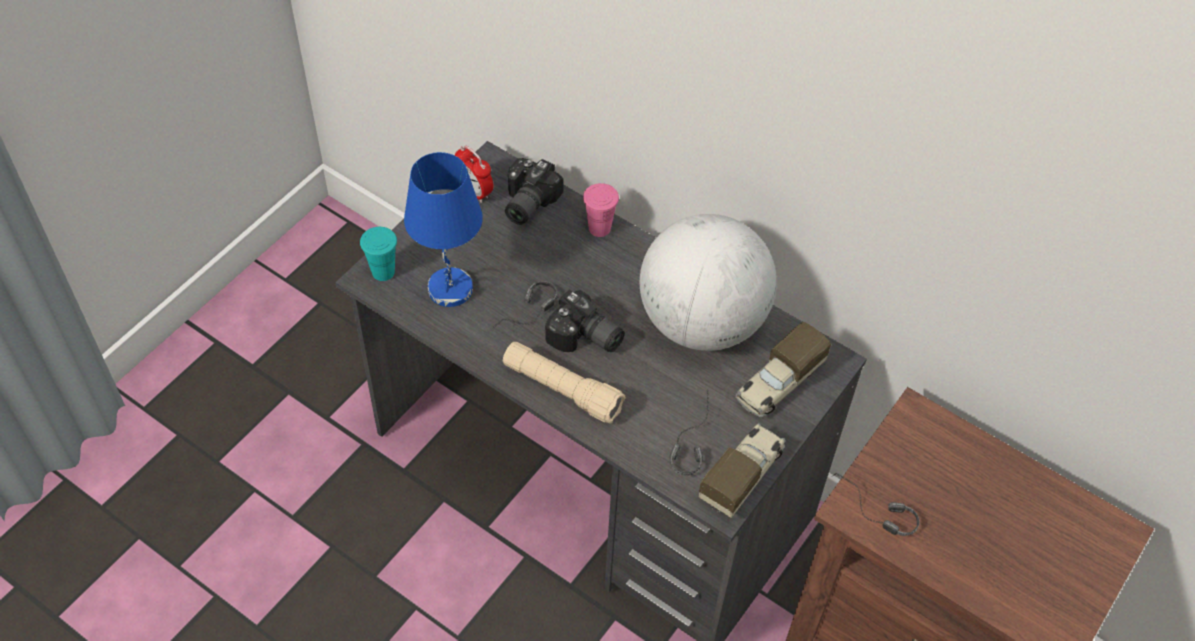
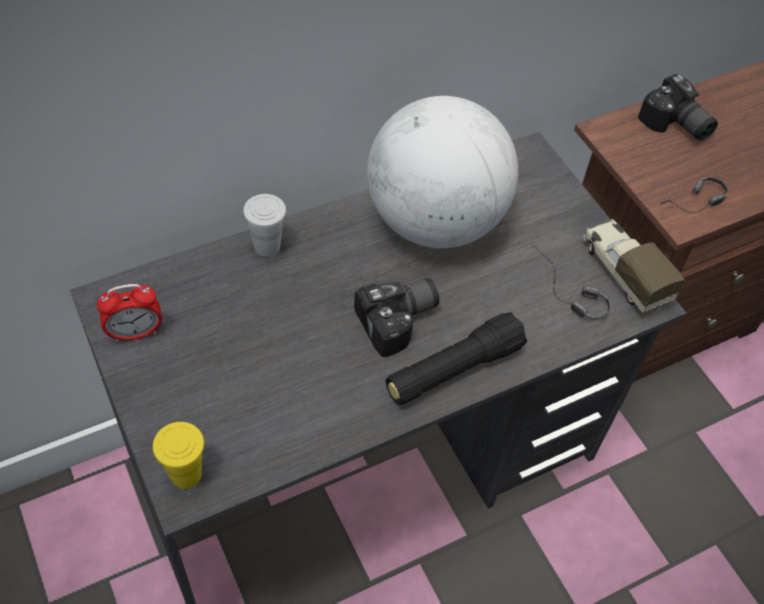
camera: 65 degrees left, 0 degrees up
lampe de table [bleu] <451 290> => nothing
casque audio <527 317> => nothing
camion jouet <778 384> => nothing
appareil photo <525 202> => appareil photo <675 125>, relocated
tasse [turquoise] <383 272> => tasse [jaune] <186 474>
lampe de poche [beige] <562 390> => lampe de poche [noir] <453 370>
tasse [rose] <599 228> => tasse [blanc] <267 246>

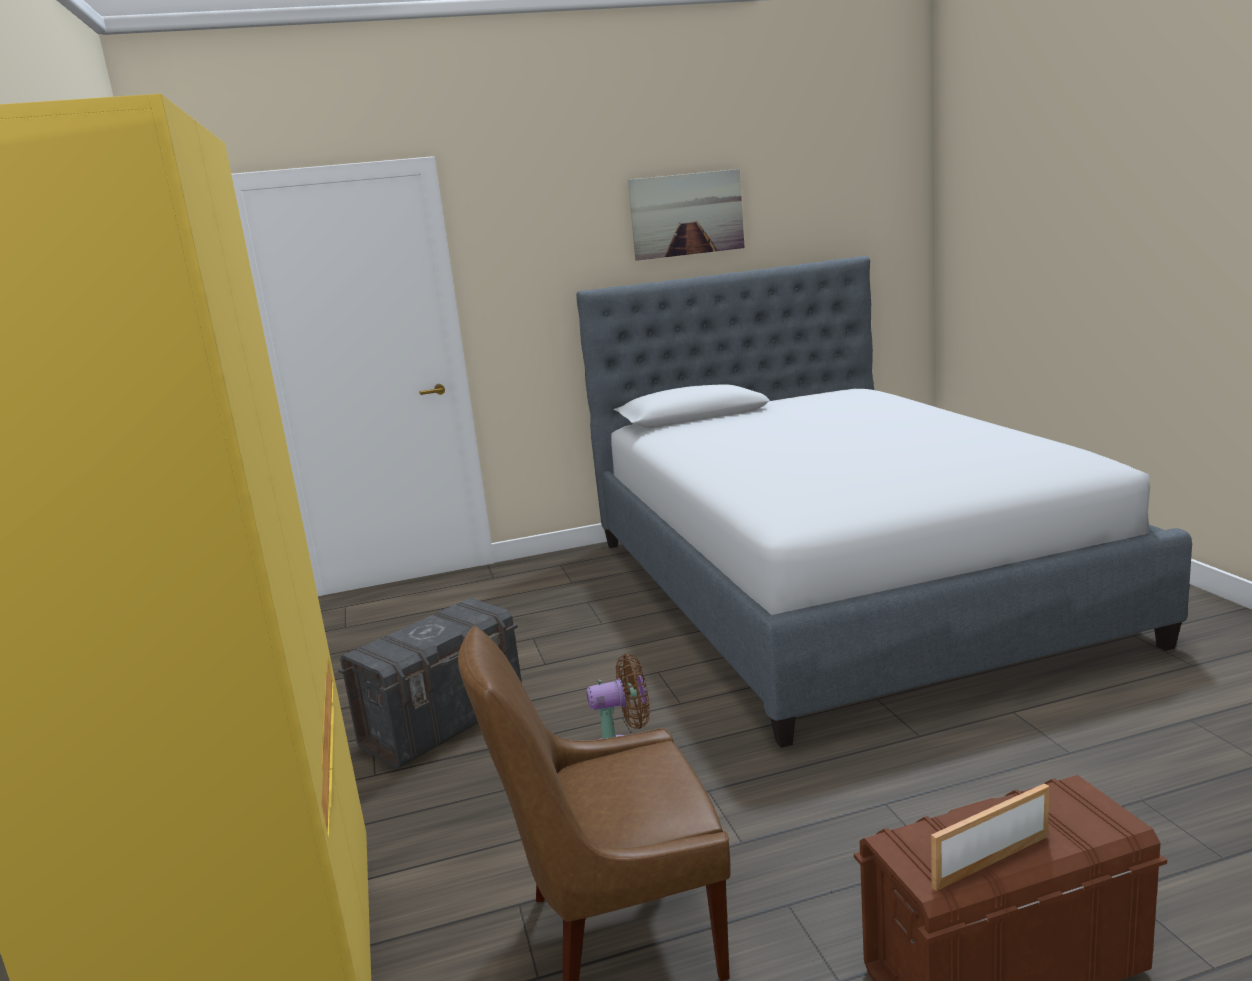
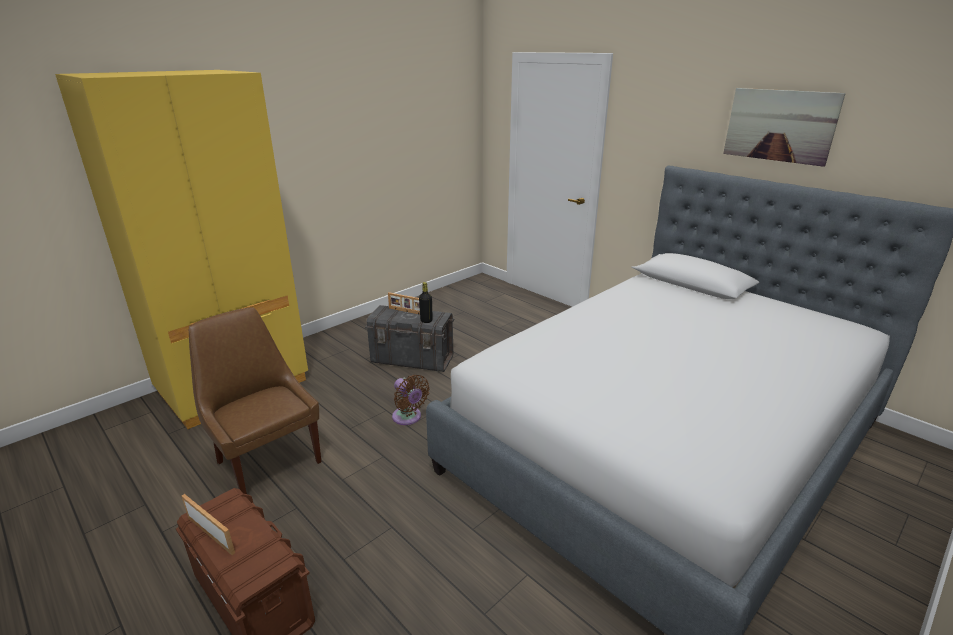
camera: 60 degrees right, 10 degrees up
nothing => cadre photo <407 312>
nothing => bouteille [noir] <426 320>

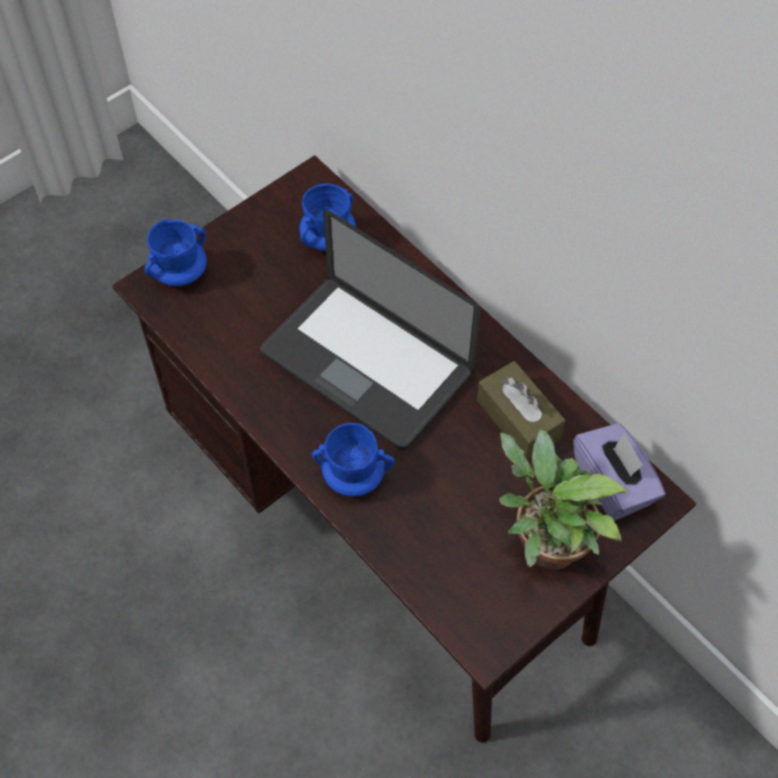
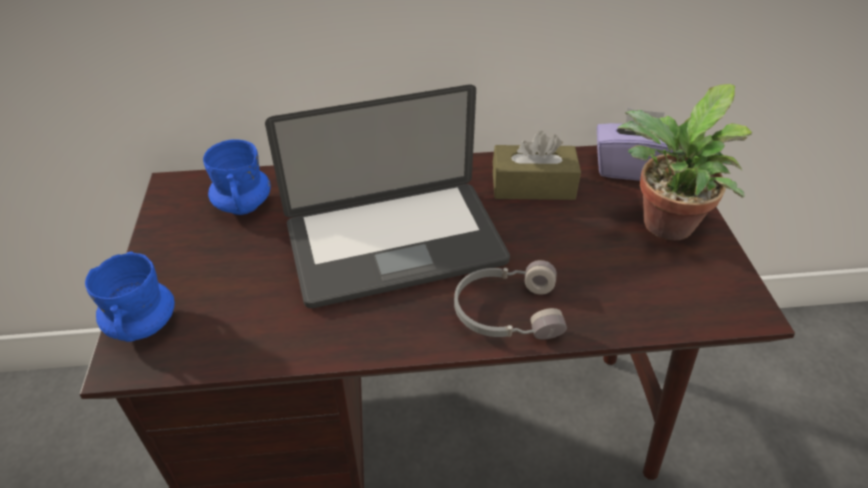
camera: 55 degrees left, 15 degrees down
mug [bleu] <354 476> => casque audio [gris] <506 311>

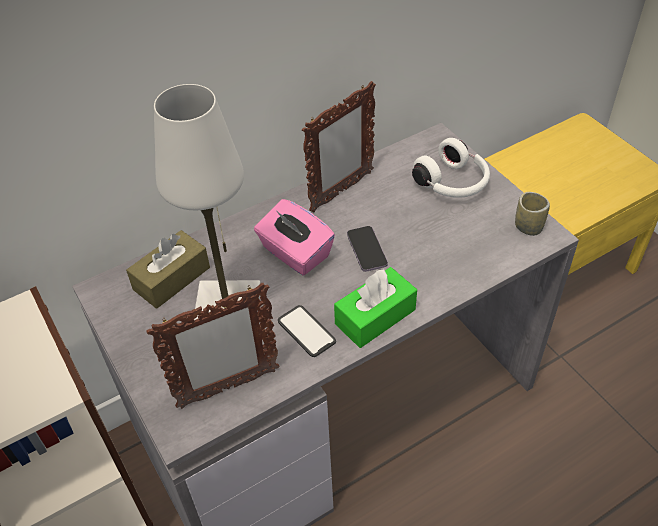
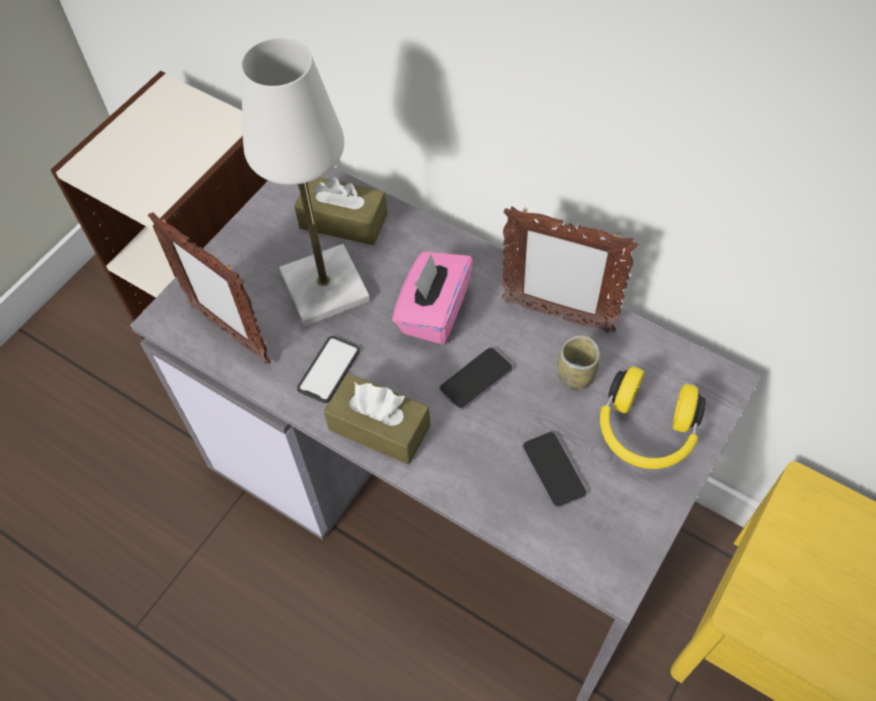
camera: 65 degrees right, 10 degrees up
nothing => téléphone <553 470>
tasse <528 227> => tasse <575 376>, relocated
boîte à mouchoirs [vert] <375 316> => boîte à mouchoirs [marron] <379 427>
casque audio [blanc] <453 183> => casque audio [jaune] <645 432>

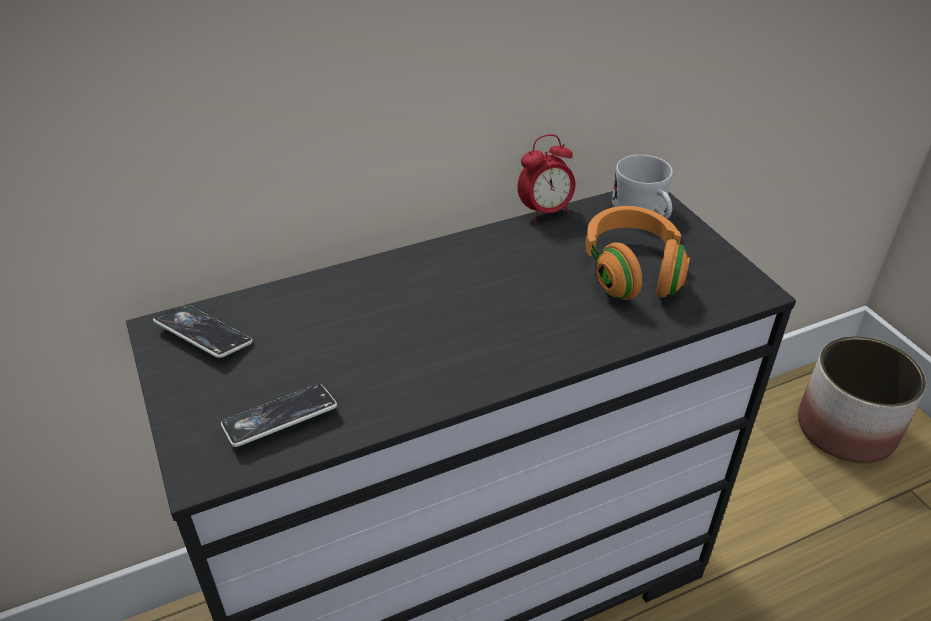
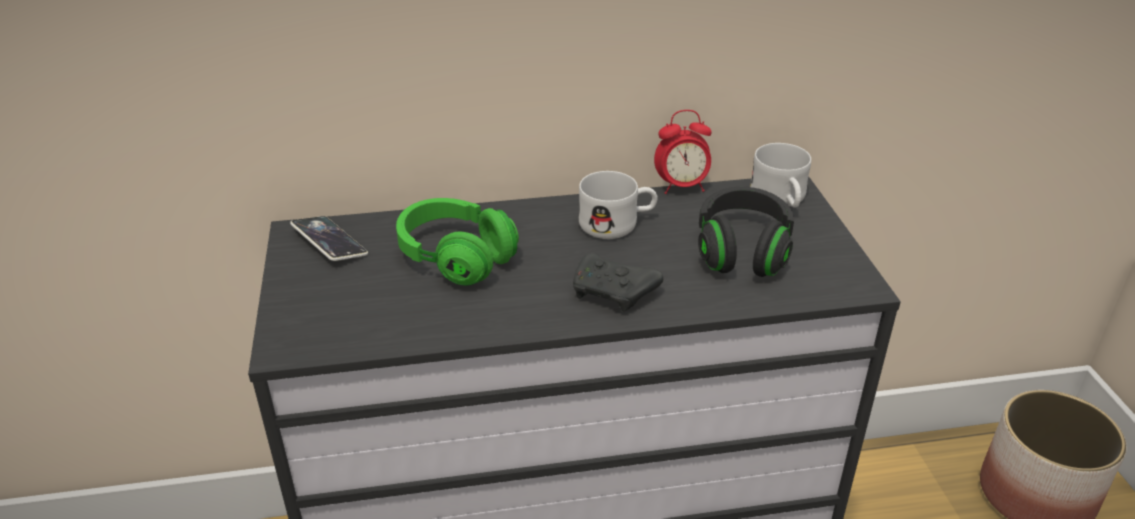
camera: 15 degrees right, 5 degrees down
téléphone <280 419> => nothing
nothing => casque audio [vert] <456 258>
nothing => manette [noir] <614 293>
nothing => mug [blanc] <618 224>
casque audio [orange] <632 271> => casque audio [noir] <743 250>

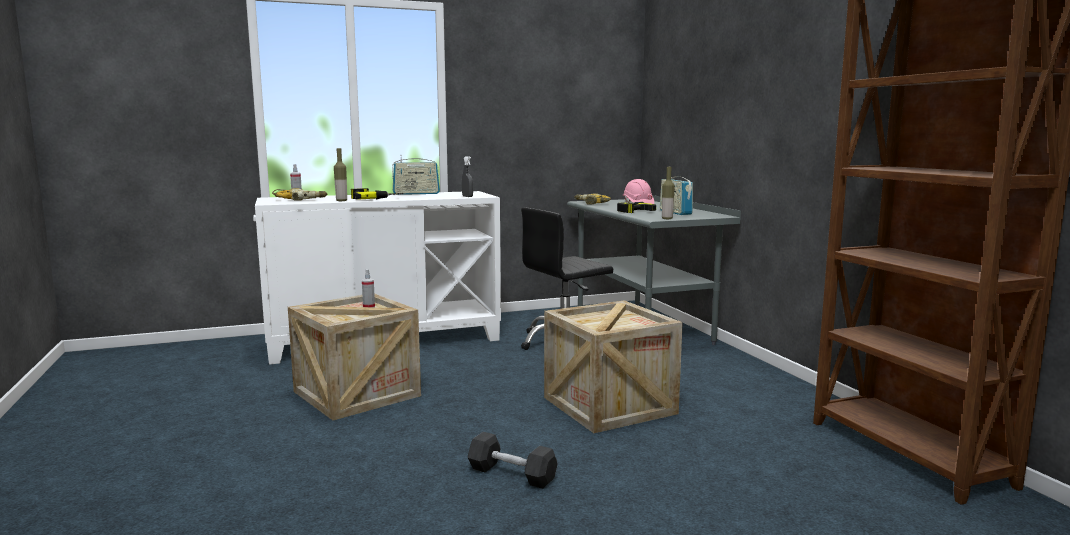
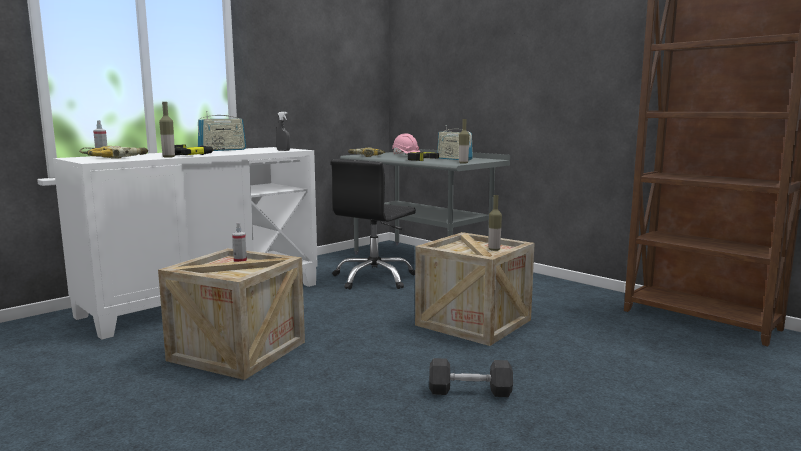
camera: 25 degrees left, 0 degrees up
nothing => bouteille <494 249>

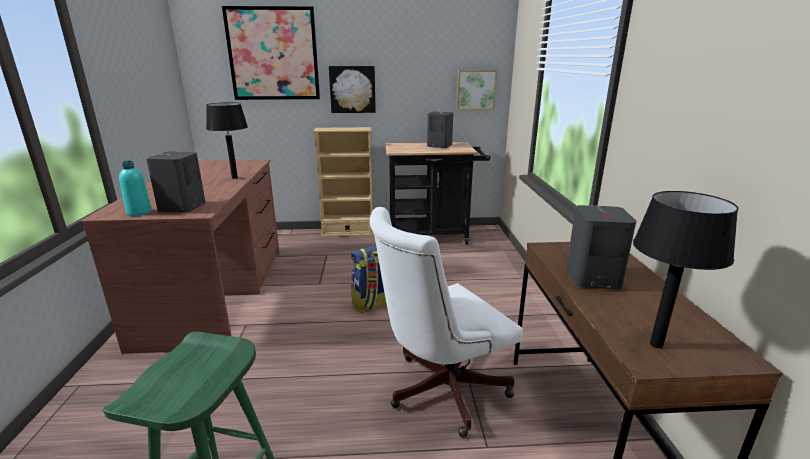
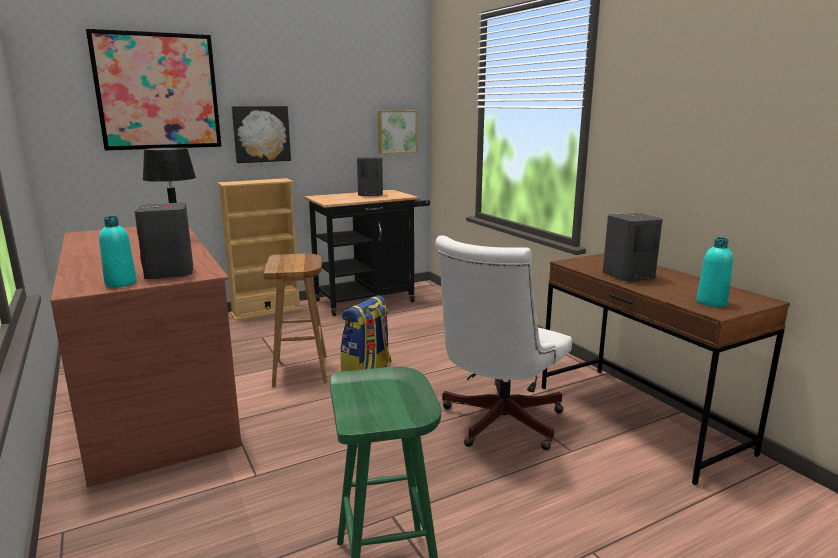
camera: 25 degrees left, 5 degrees down
nothing => tabouret [marron] <301 371>
lampe de table [noir] <655 344> => bouteille [turquoise] <711 302>

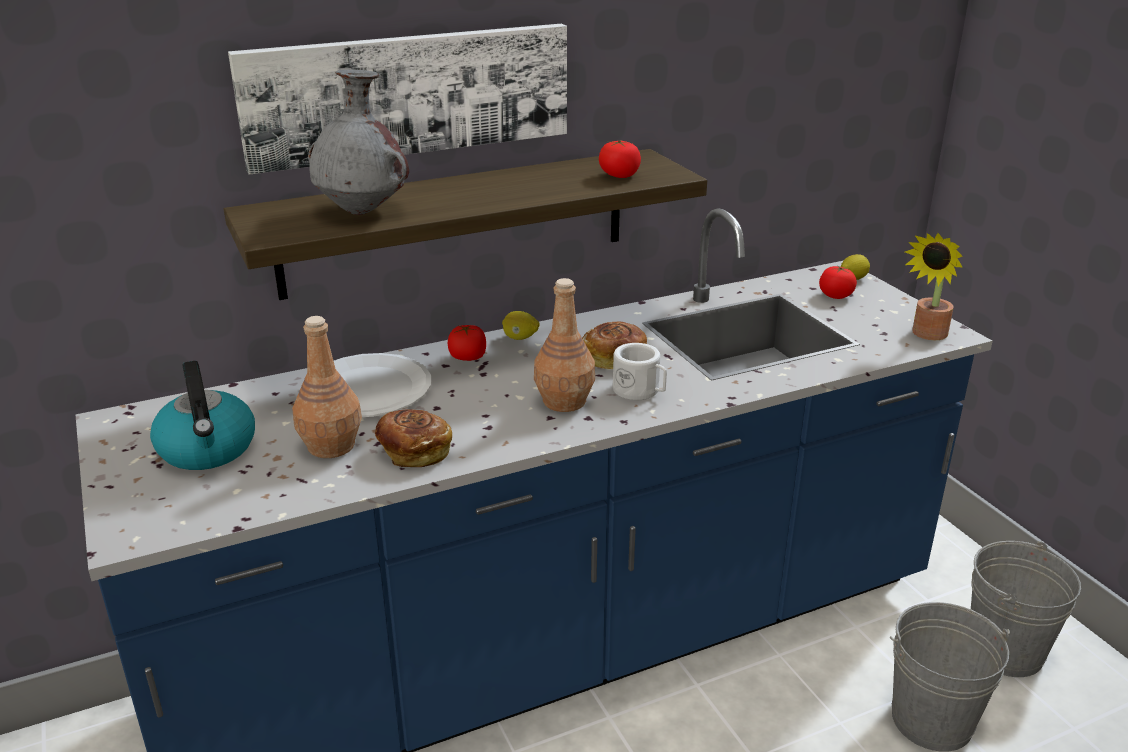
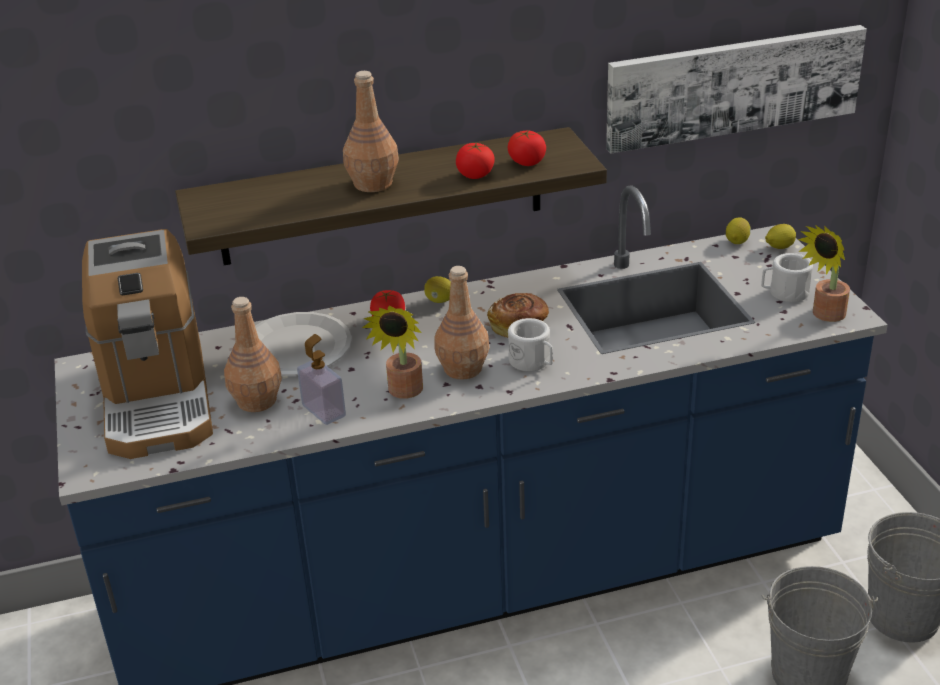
camera: 10 degrees right, 5 degrees up
vase [gris] <363 211> => nothing
nothing => bouteille [marron] <372 183>
nothing => plante en pot <404 393>
nothing => citron <737 241>
nothing => mug [blanc] <784 293>
tableau <408 94> => tableau <733 86>, relocated
tomate <835 295> => tomate <475 175>, relocated
bouilloire <208 450> => machine à café <157 398>
pain <414 452> => distributeur de savon <324 410>

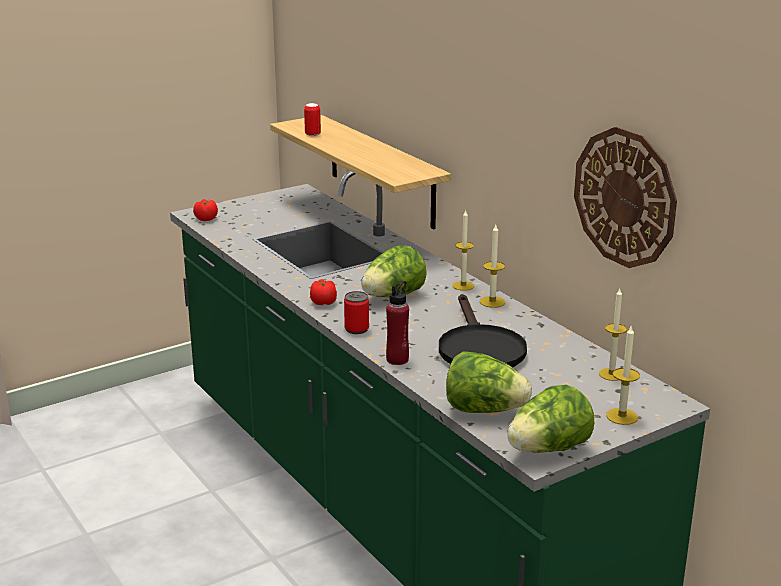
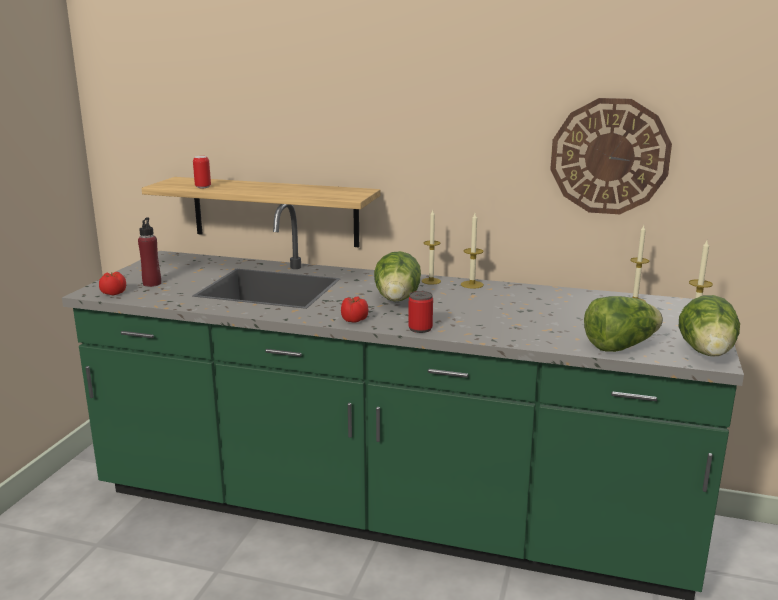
camera: 40 degrees left, 5 degrees down
poêle [noir] <478 348> => nothing
bouteille [rouge] <397 359> => bouteille [rouge] <152 283>, relocated

